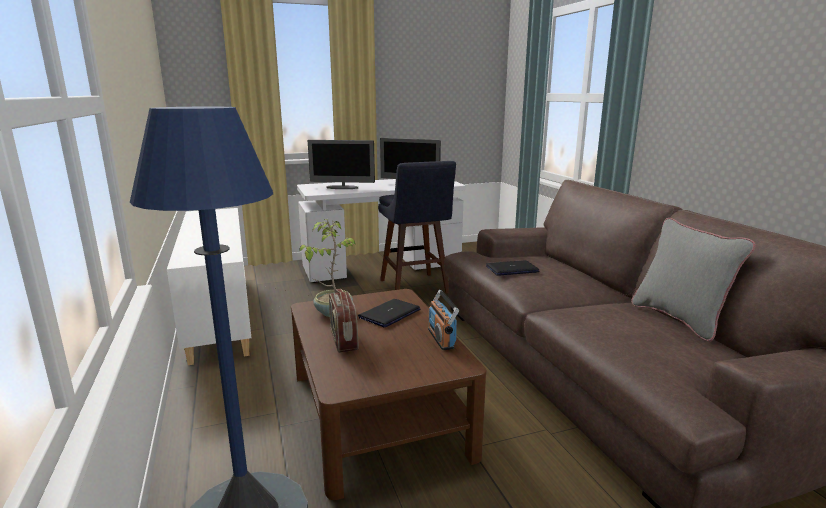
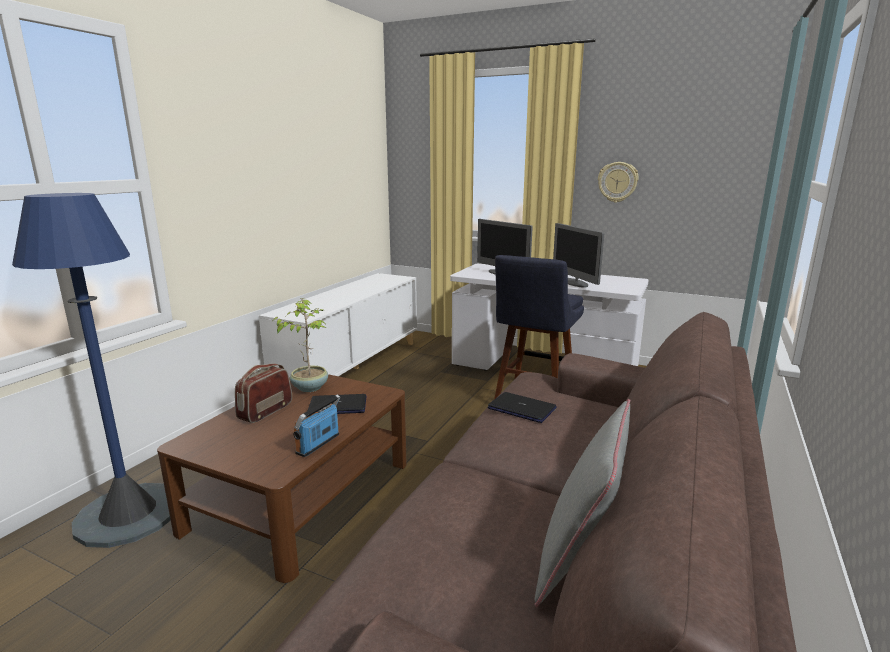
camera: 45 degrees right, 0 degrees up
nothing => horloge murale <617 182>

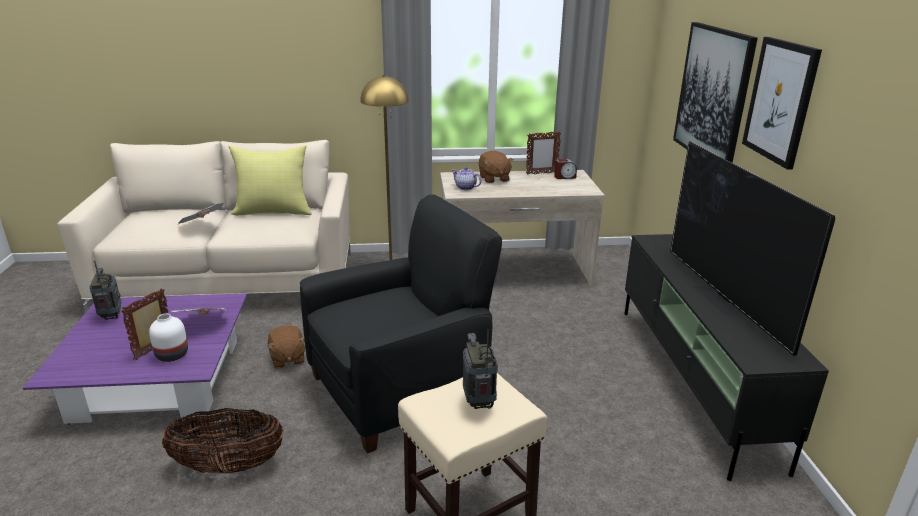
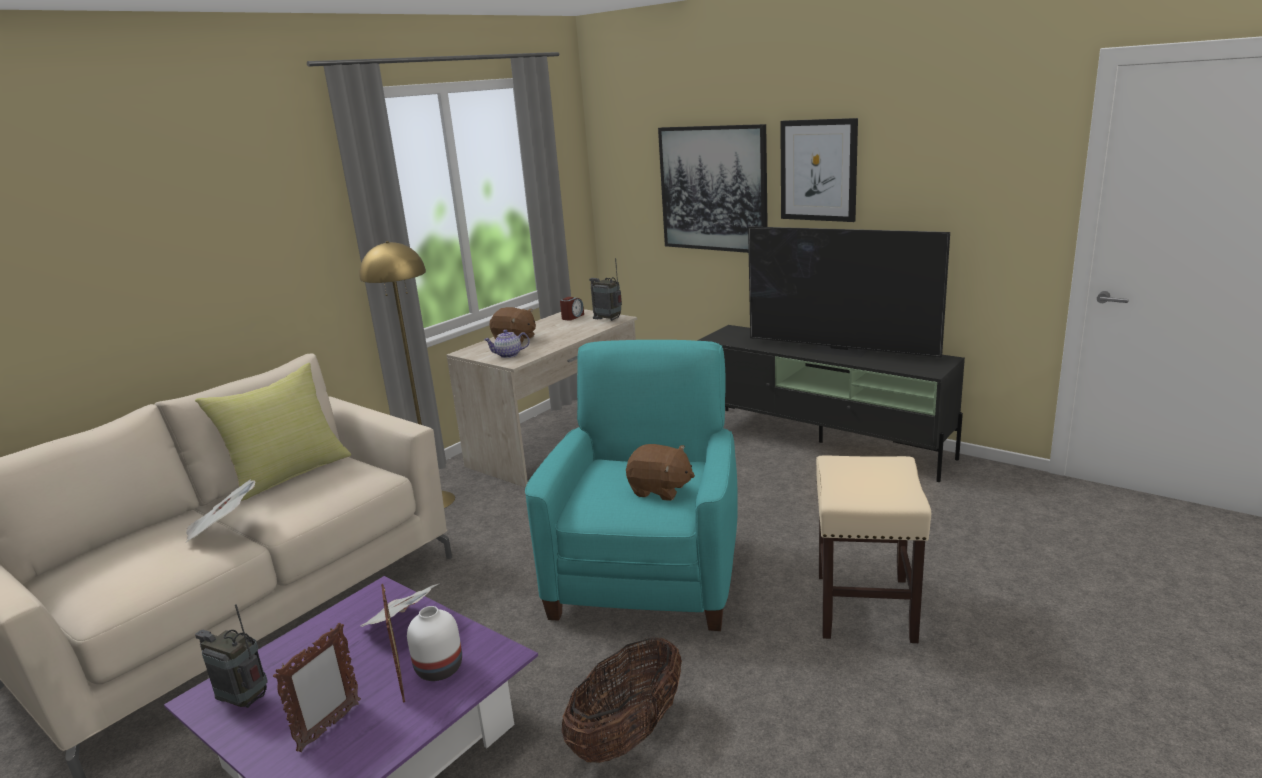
camera: 45 degrees left, 5 degrees down
peluche [marron] <287 358> => peluche [marron] <660 490>, relocated
radio <479 402> => radio <608 319>, relocated
cadre photo <541 173> => cadre photo <329 727>, relocated
fauteuil [noir] <400 389> => fauteuil [turquoise] <647 575>

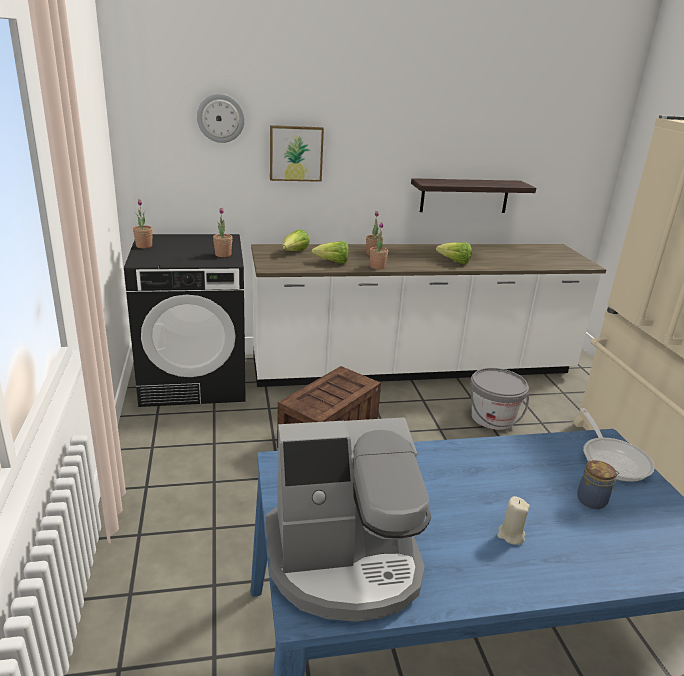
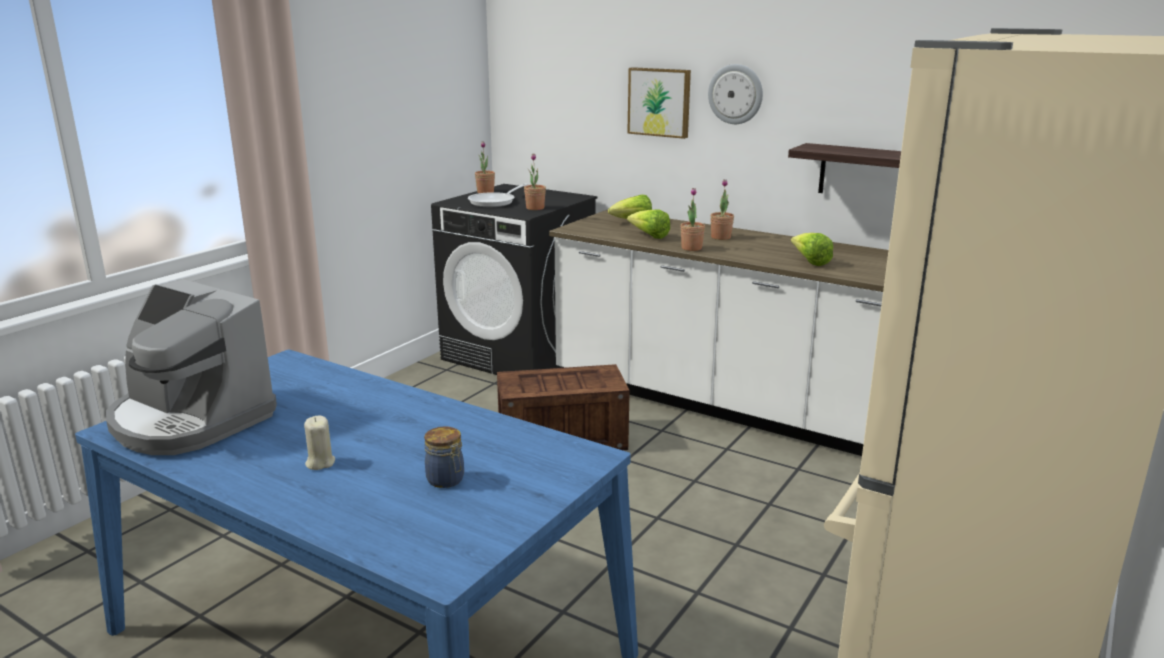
camera: 45 degrees right, 5 degrees down
seau [gris] <492 418> => nothing
horloge murale <220 118> => horloge murale <735 94>, relocated
poêle <613 459> => poêle <495 202>, relocated

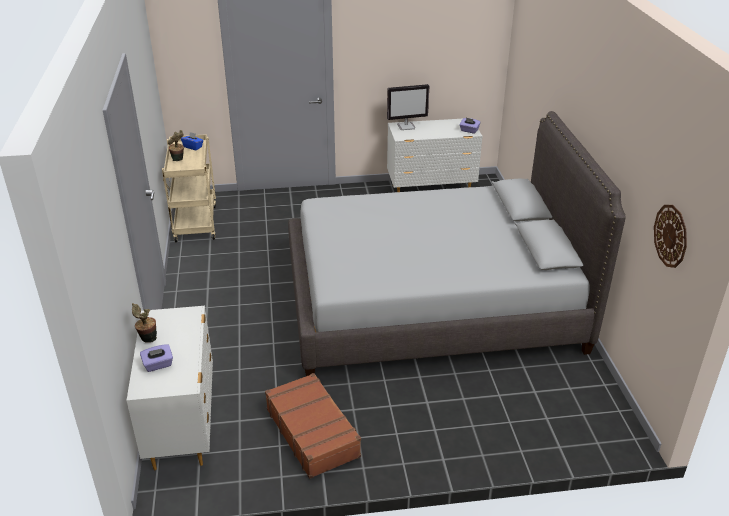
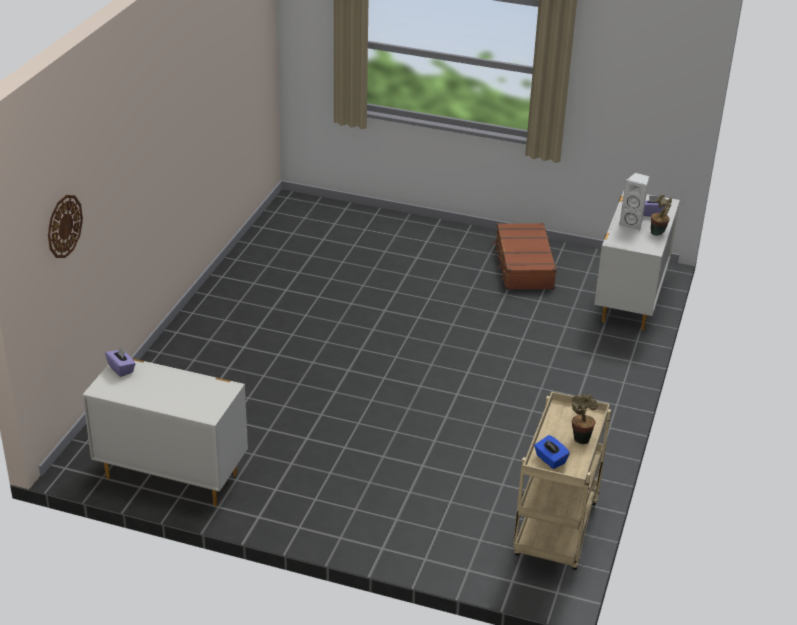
camera: 155 degrees left, 0 degrees up
lit [gris] <432 304> => nothing
écran d'ordinateur <406 126> => nothing
nothing => enceinte [blanc] <632 224>
horloge murale <671 235> => horloge murale <64 226>, relocated

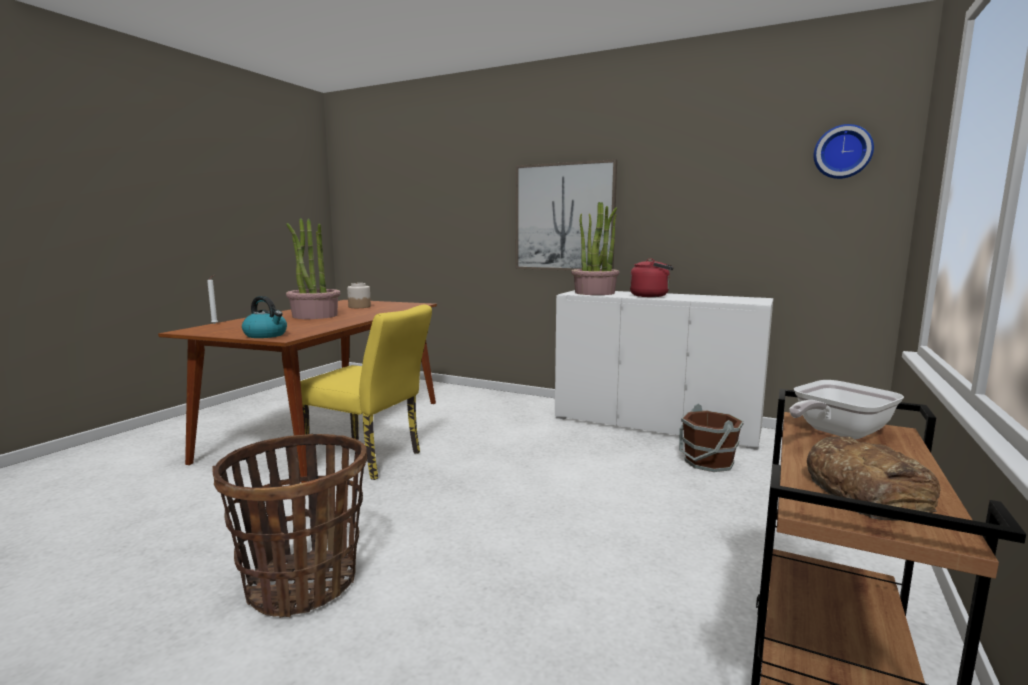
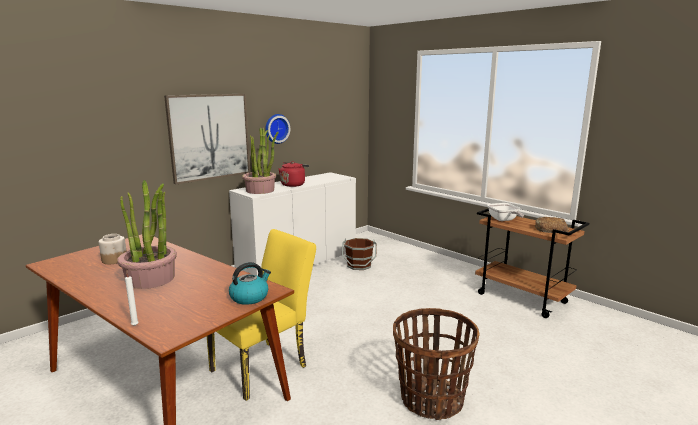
camera: 70 degrees left, 5 degrees up
horloge murale <842 152> => horloge murale <276 128>, relocated

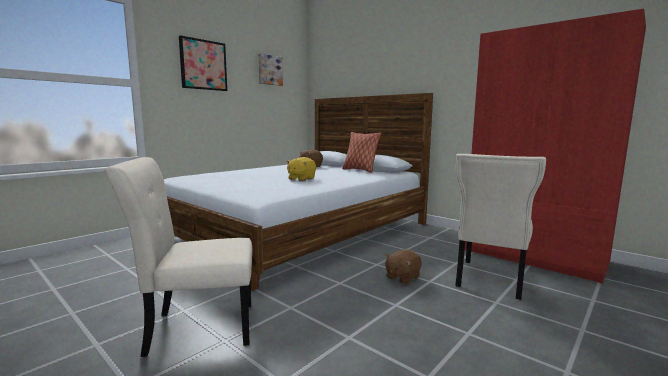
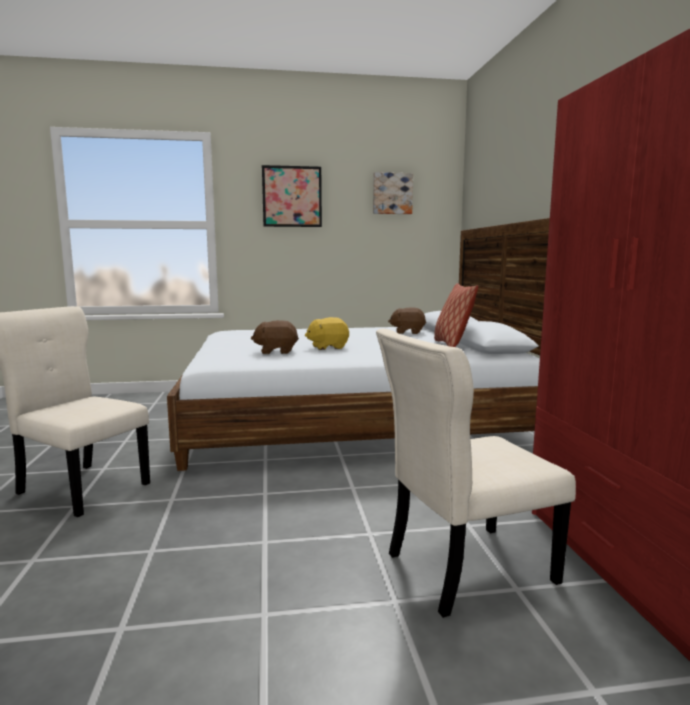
camera: 40 degrees right, 0 degrees up
peluche [marron] <402 277> => peluche [marron] <276 351>, relocated

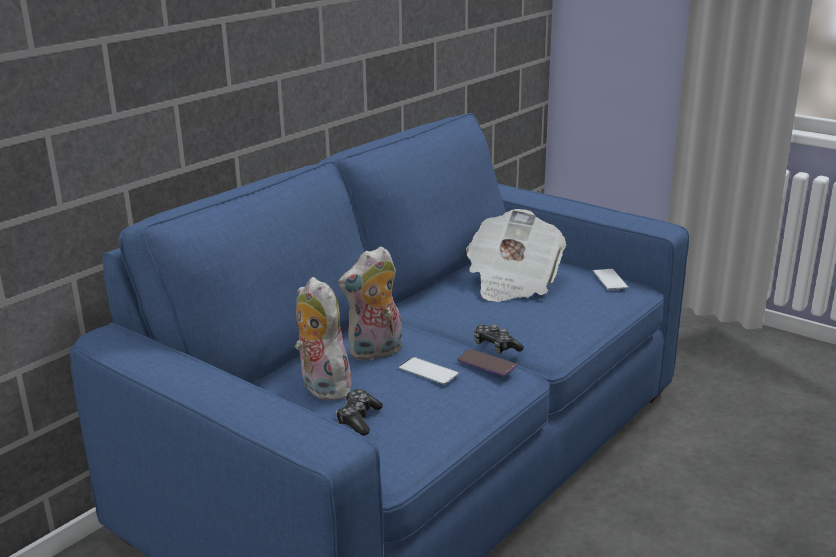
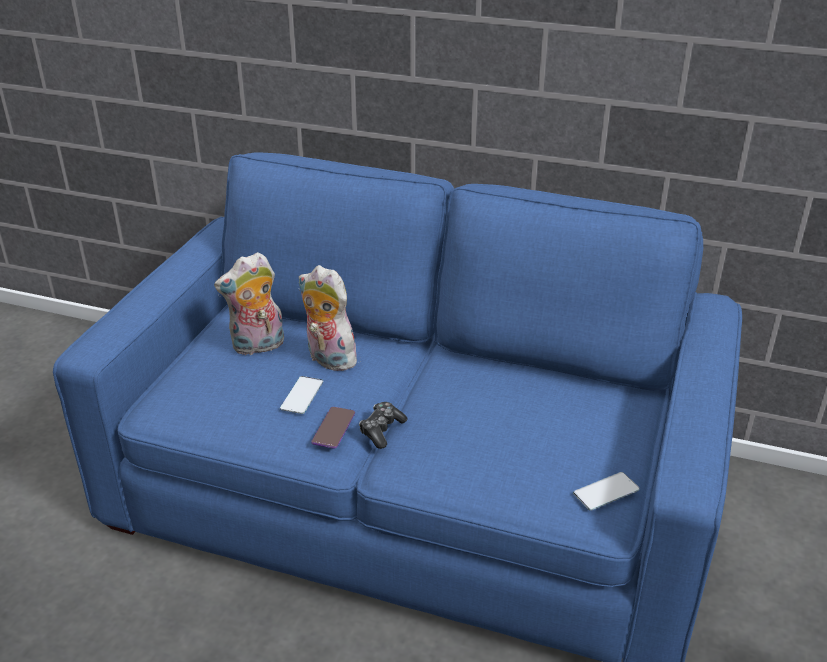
camera: 70 degrees right, 10 degrees up
manette <358 419> => nothing
journal <512 282> => nothing
peluche <321 387> => peluche <257 347>, 150 degrees counterclockwise

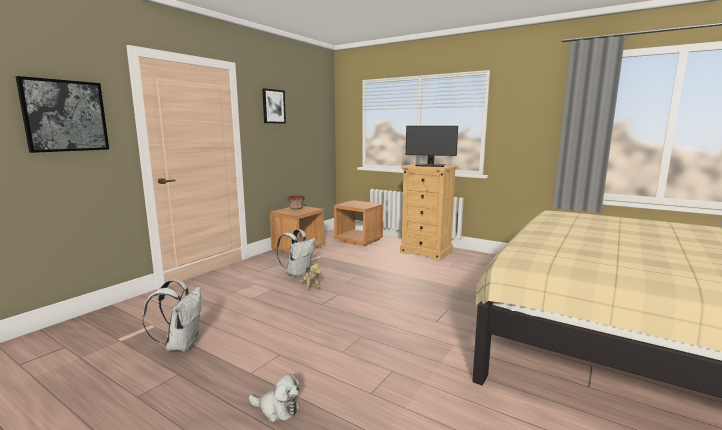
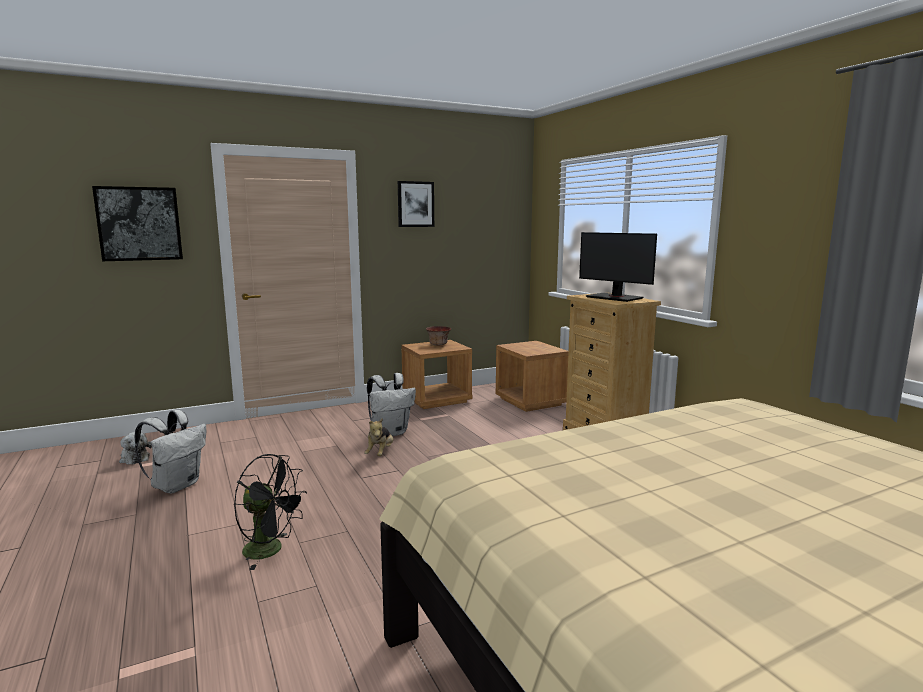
camera: 30 degrees right, 0 degrees up
nothing => ventilateur [noir] <271 550>
peluche <277 409> => peluche <134 458>, relocated

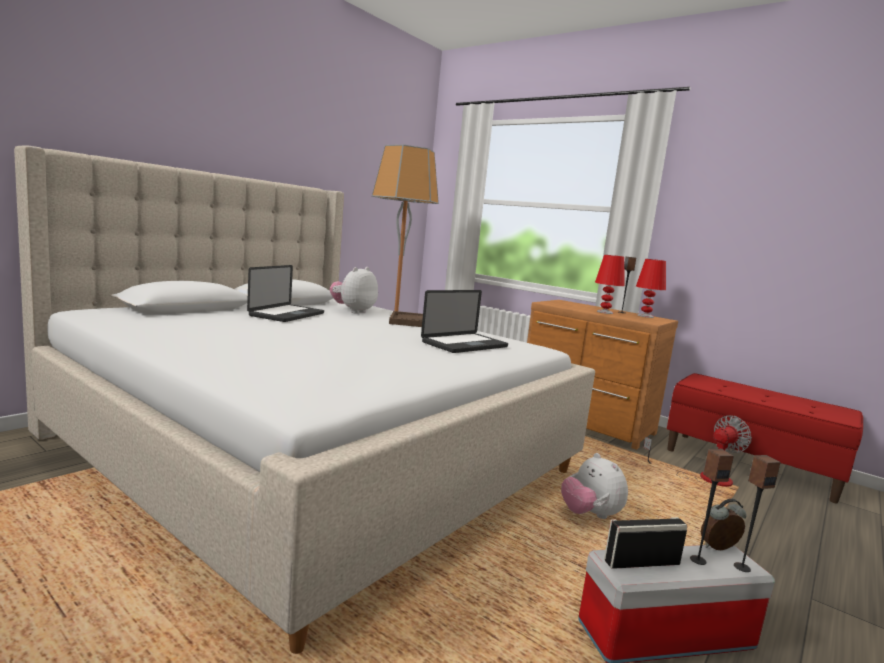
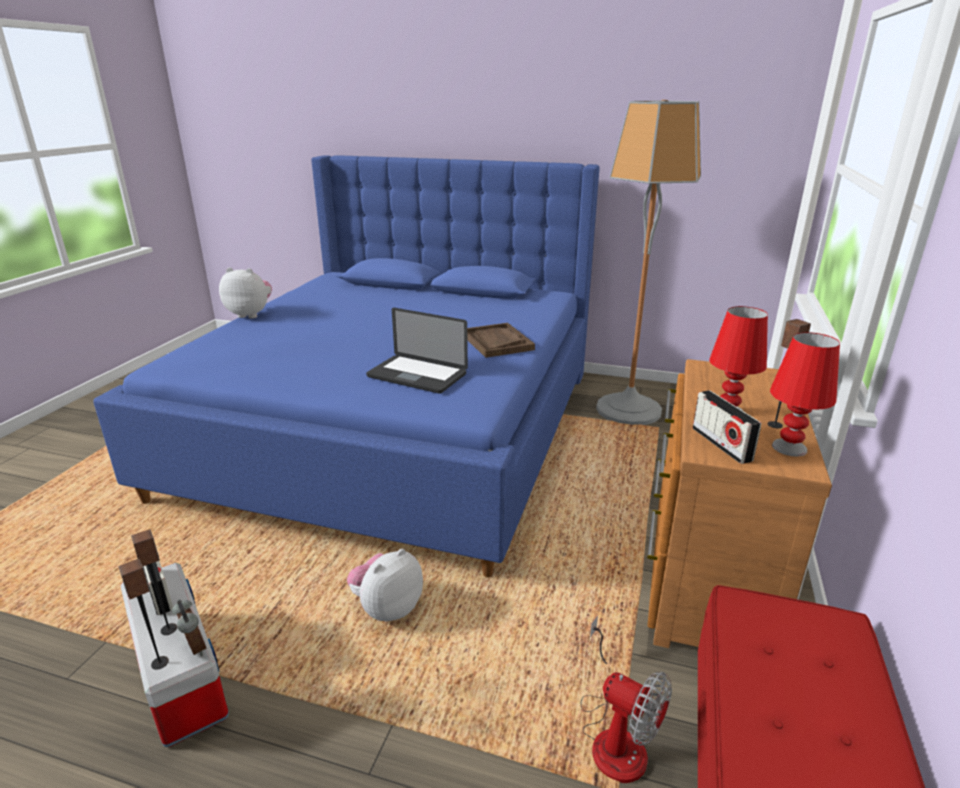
camera: 70 degrees right, 15 degrees up
ordinateur portable <287 314> => nothing
nothing => radio <721 444>
peluche <353 311> => peluche <250 314>, relocated
lit [beige] <311 451> => lit [bleu] <398 429>

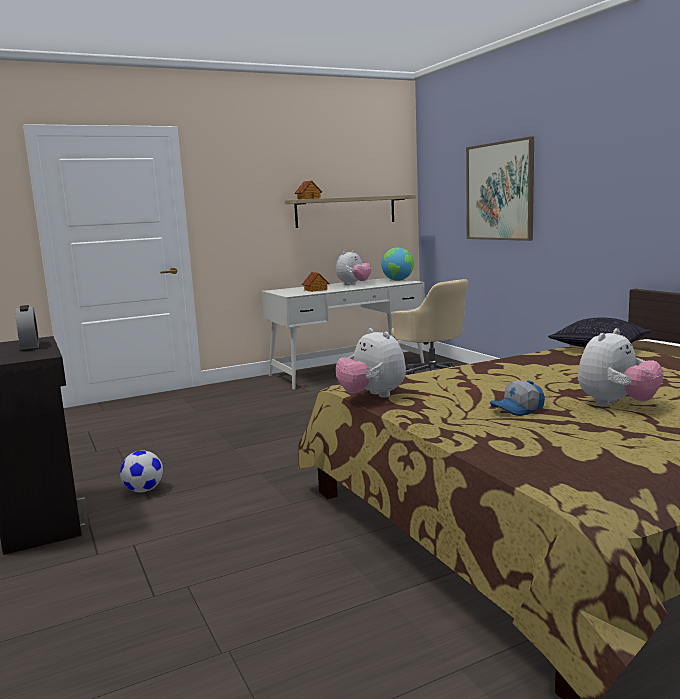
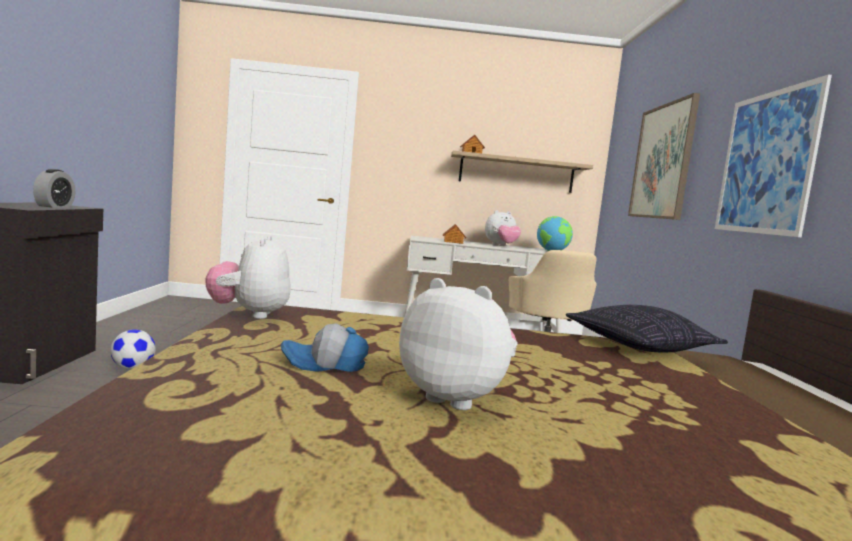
camera: 25 degrees right, 5 degrees down
nothing => tableau <766 163>
peluche <616 404> => peluche <455 398>, 135 degrees counterclockwise

